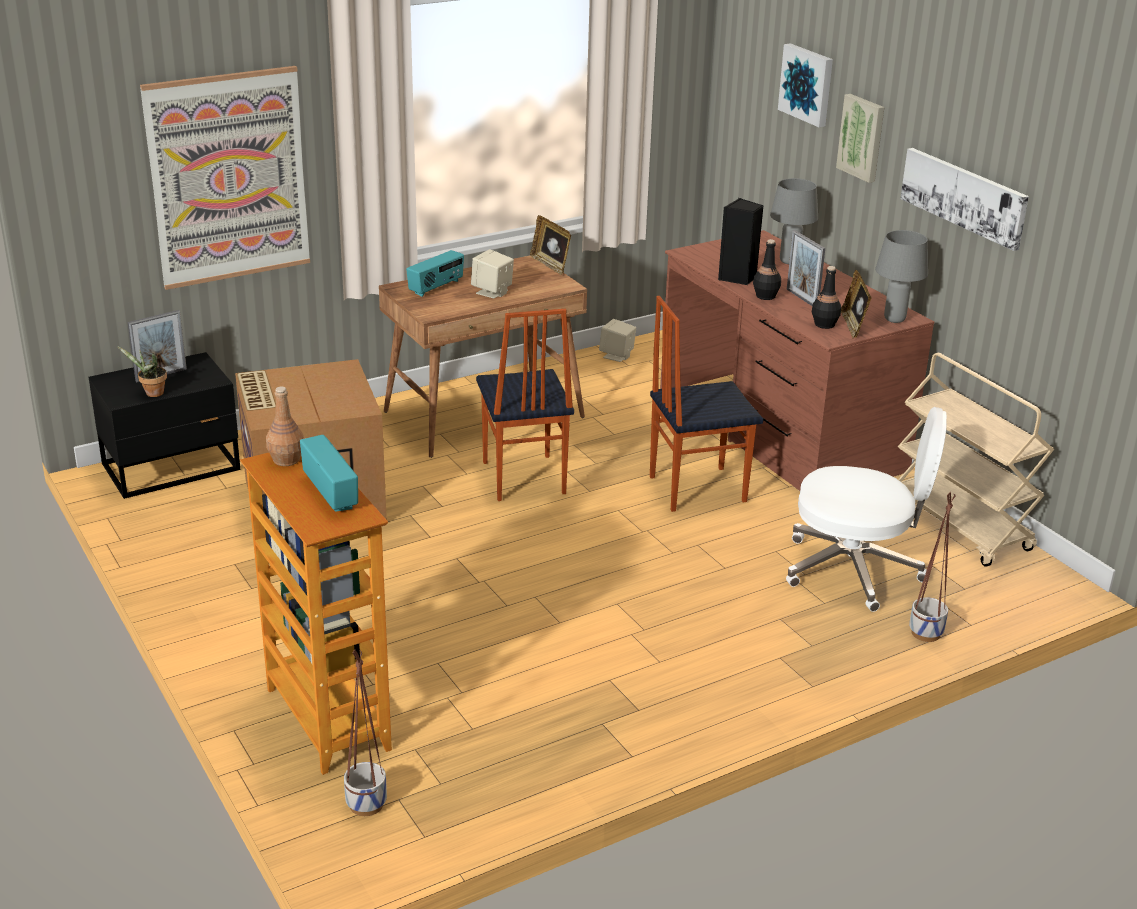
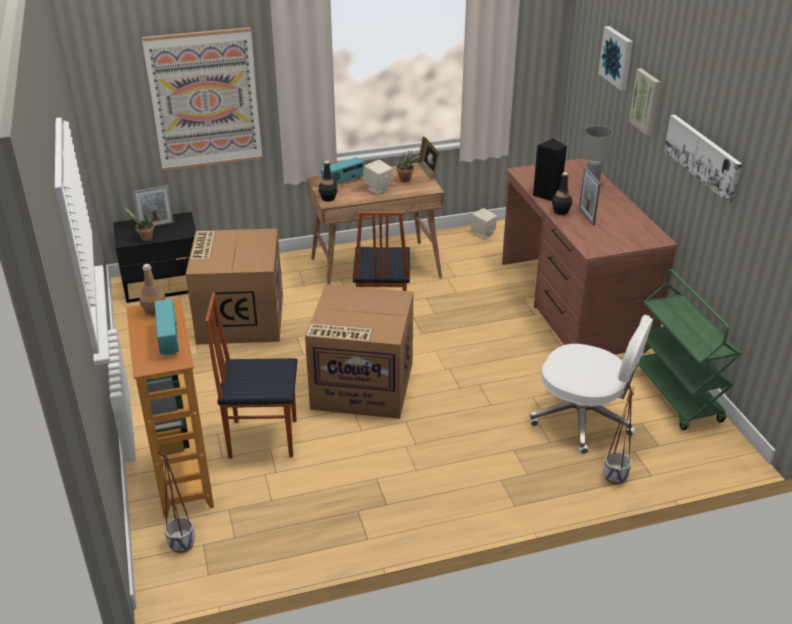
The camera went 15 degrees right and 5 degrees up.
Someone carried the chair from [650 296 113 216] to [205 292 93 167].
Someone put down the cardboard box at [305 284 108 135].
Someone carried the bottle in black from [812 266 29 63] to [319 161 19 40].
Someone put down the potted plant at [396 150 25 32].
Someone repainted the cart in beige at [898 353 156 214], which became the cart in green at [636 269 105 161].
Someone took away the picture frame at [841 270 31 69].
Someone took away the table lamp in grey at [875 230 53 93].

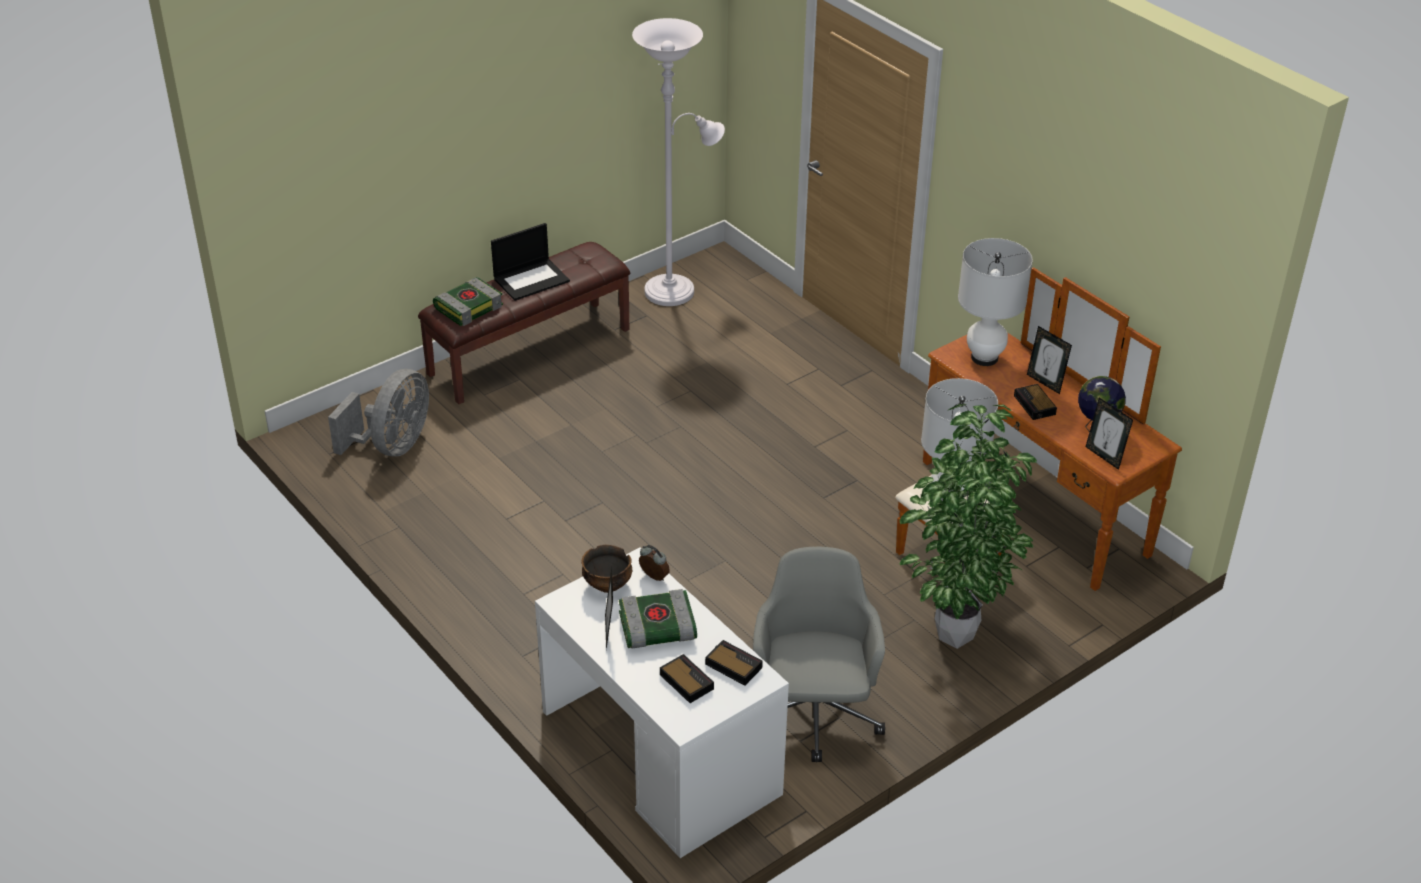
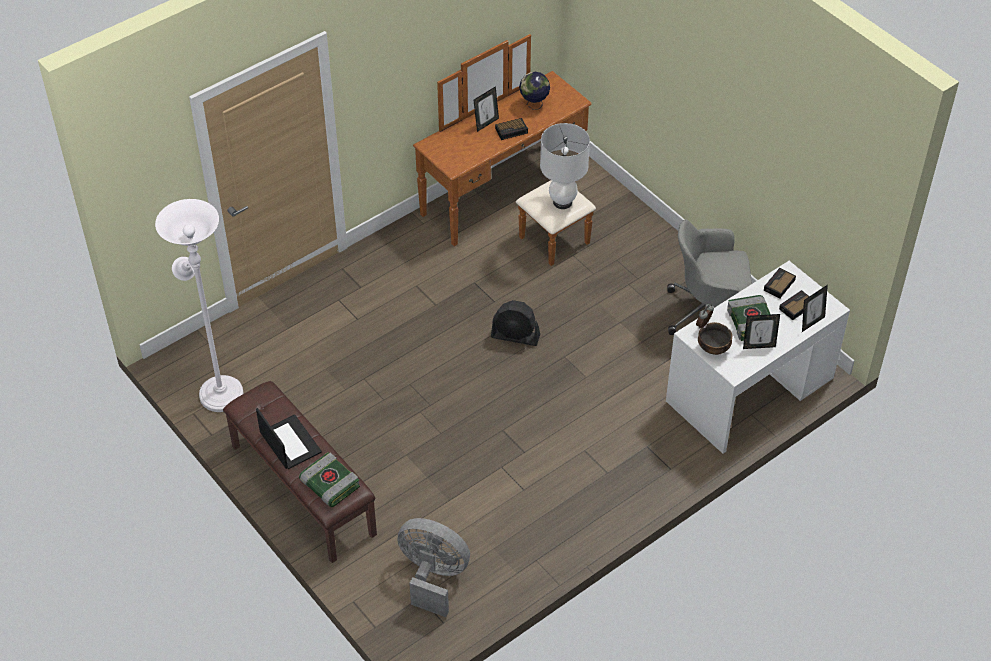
The camera went 90 degrees left and 10 degrees up.
Someone put down the fan in black at [491 300 49 46].
Someone carried the picture frame from [1086 398 47 72] to [802 285 26 47].
Someone took away the potted plant at [899 404 138 245].
Someone took away the table lamp in white at [958 238 75 128].

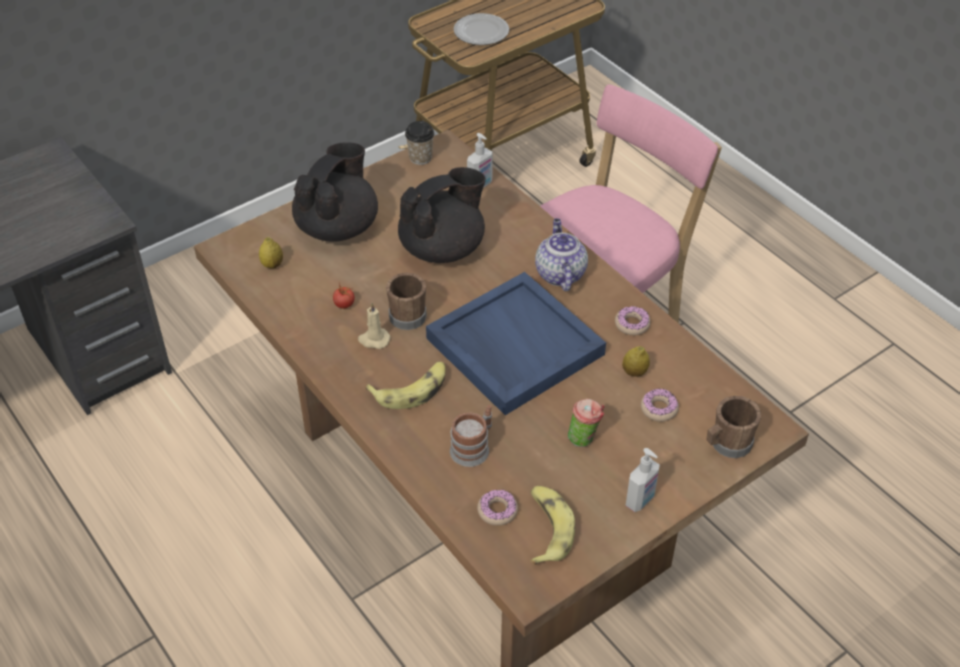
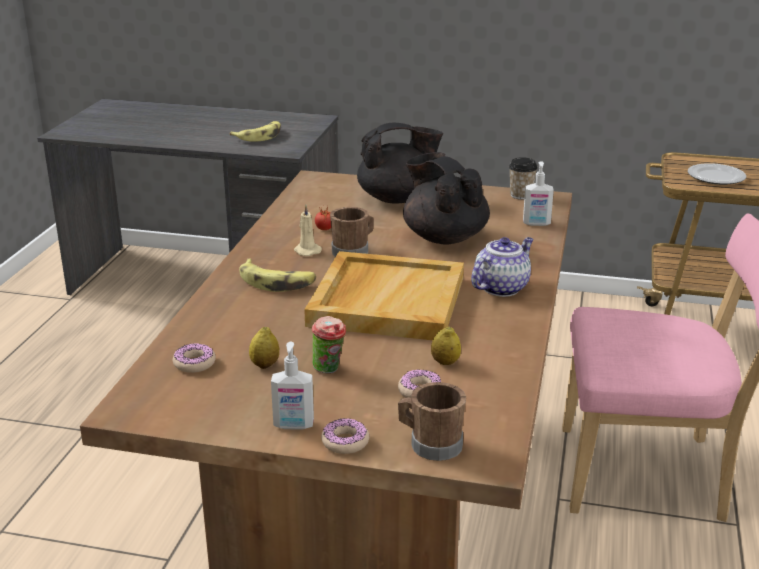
The camera went 50 degrees right and 20 degrees down.
Someone carried the banana from [530 486 45 79] to [230 121 51 21].
Someone carried the lemon from [259 237 24 31] to [249 327 30 42].
Someone repainted the tray in blue at [426 272 180 143], which became the tray in beige at [304 251 160 89].
Someone carried the donut from [615 306 36 29] to [321 418 48 36].
Someone rotated the teapot in black at [398 167 88 96] by 135 degrees counterclockwise.
Someone took away the mug at [450 405 42 62].

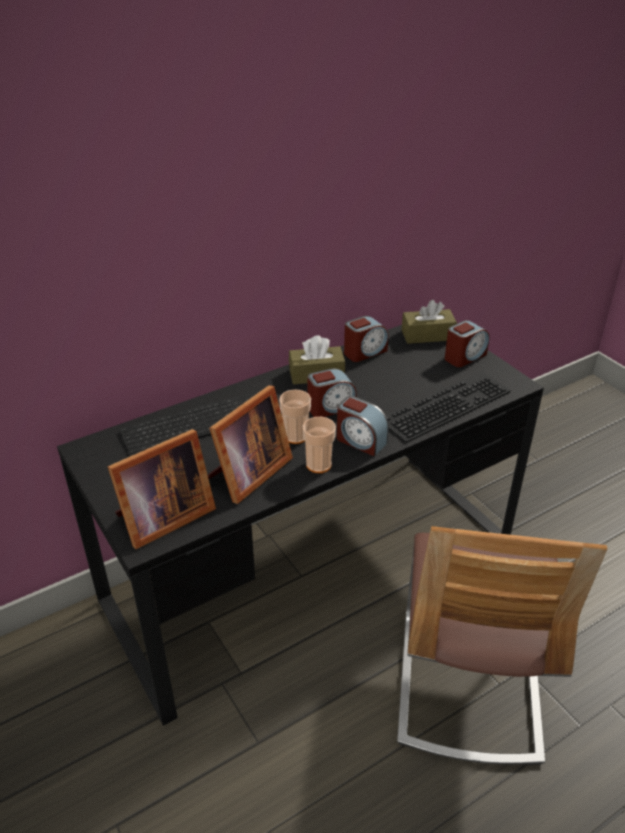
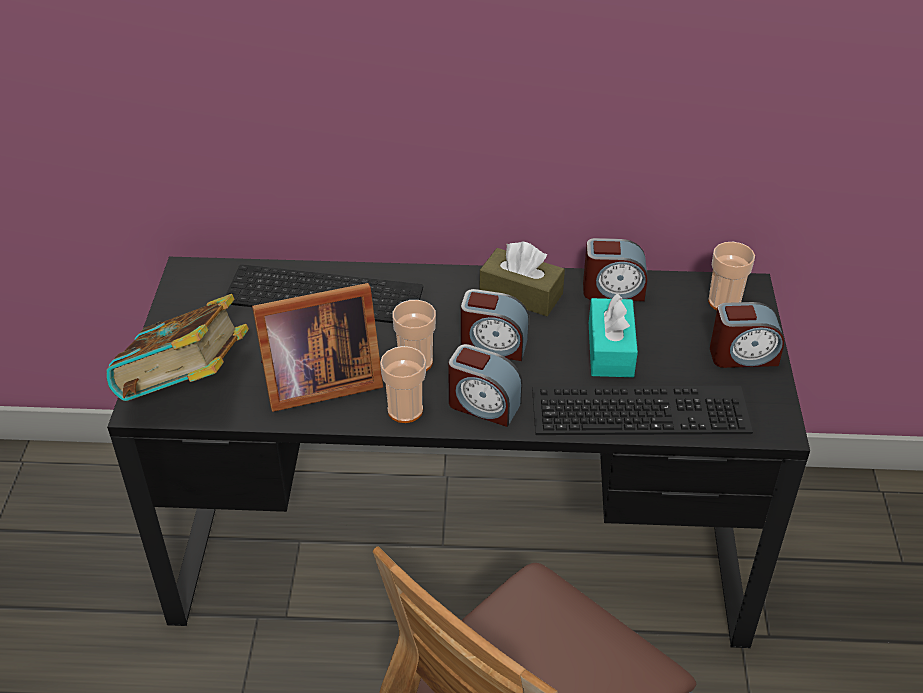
The camera went 35 degrees right and 5 degrees up.
Someone swapped the picture frame at [108 429 108 120] for the book at [106 294 143 107].
Someone rotated the alarm clock at [337 396 52 60] by 45 degrees counterclockwise.
Someone put down the tissue box in turquoise at [589 293 49 84].
Someone swapped the tissue box in brown at [402 300 55 44] for the cup at [708 242 47 68].

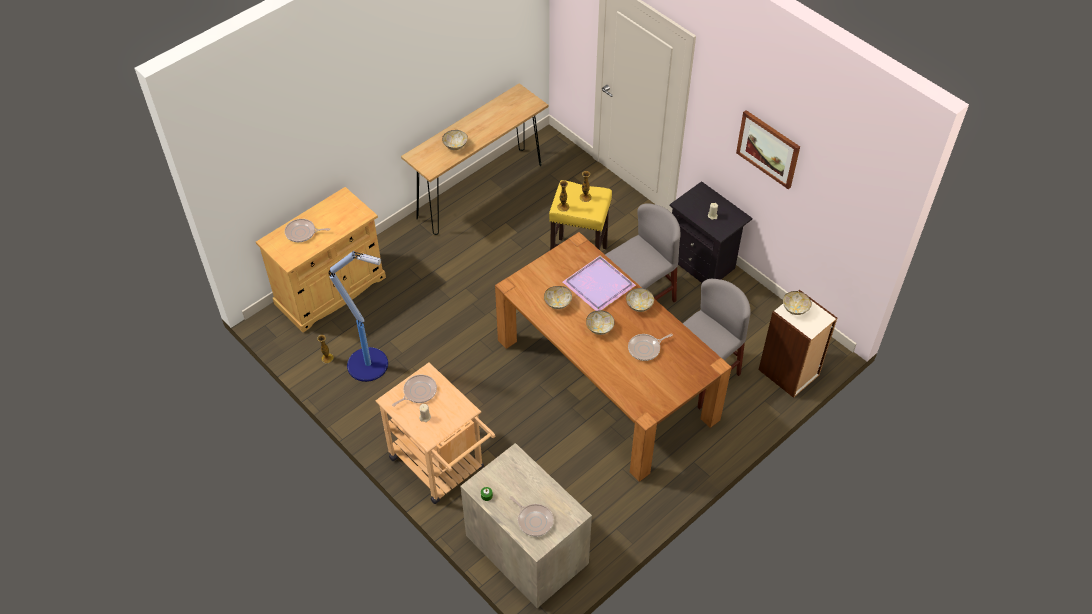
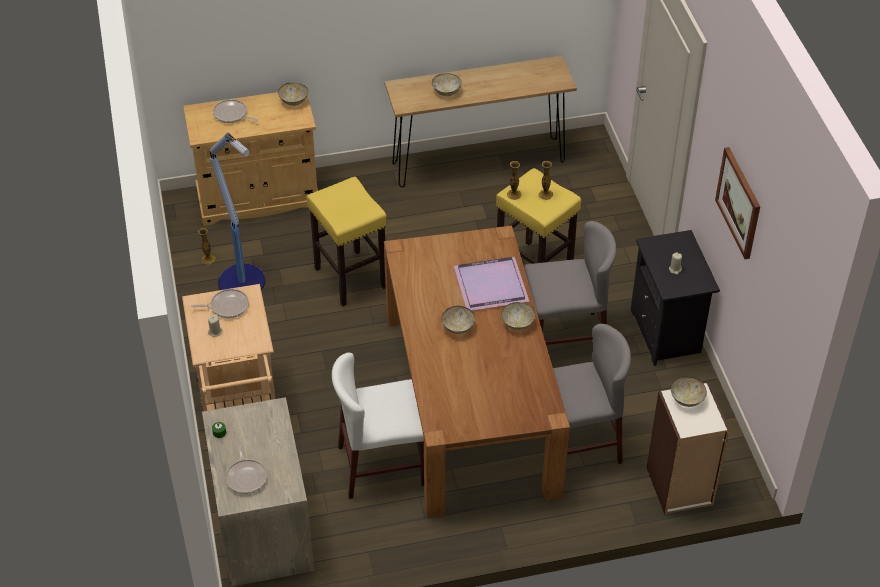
The camera went 30 degrees right and 5 degrees down.
Someone carried the bowl from [544 286 28 23] to [278 83 30 23].
Someone put down the stool in yellow at [307 177 80 129].
Someone put down the chair in white at [332 353 92 146].
Someone took away the frying pan at [628 334 45 27].

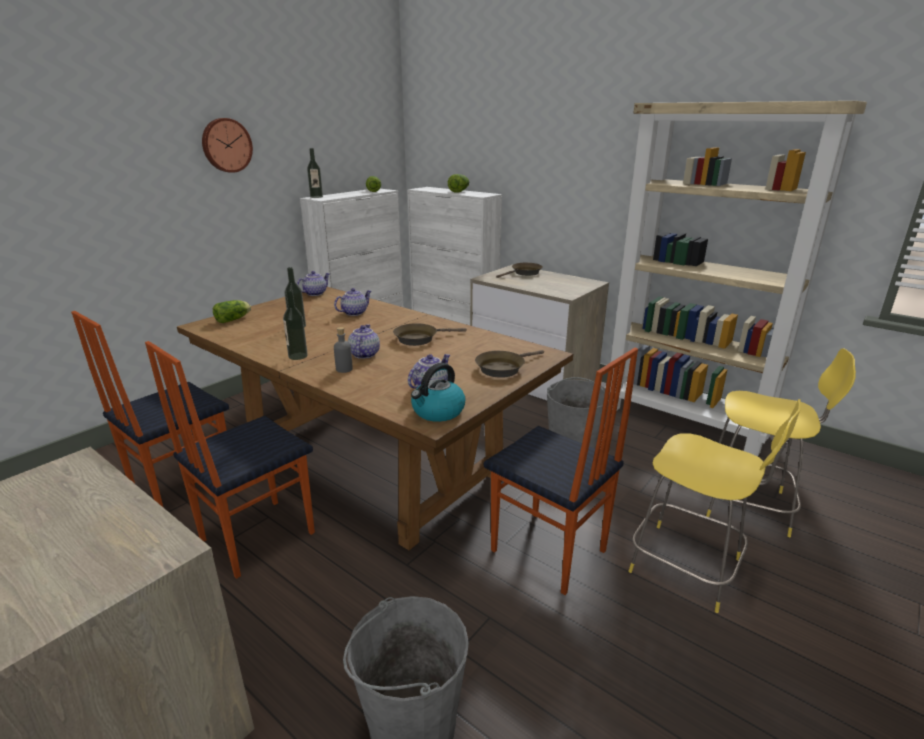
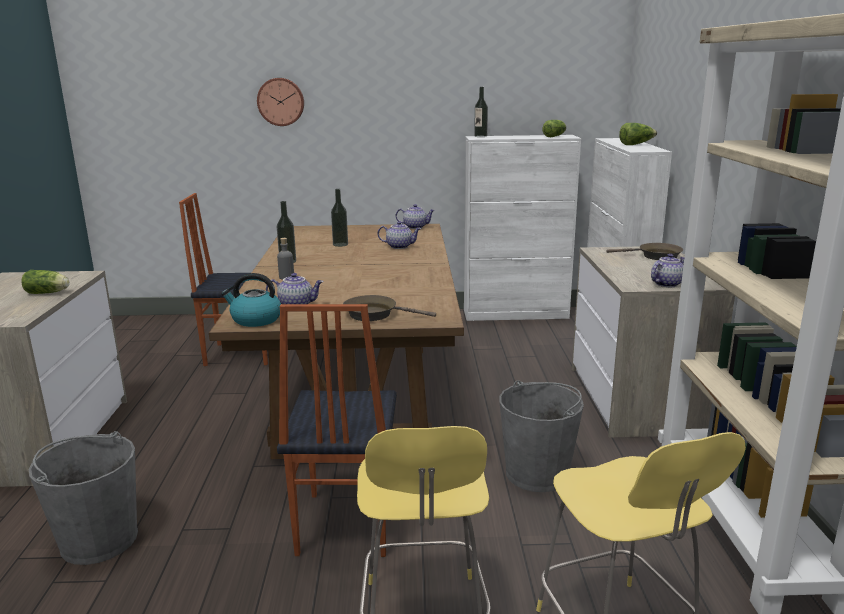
The camera went 50 degrees right and 5 degrees down.
Someone carried the lettuce from [213 300 38 23] to [21 270 49 24].
Someone carried the wall clock from [202 118 51 55] to [257 78 47 48].
Someone carried the teapot from [348 324 32 35] to [651 254 33 33].
Someone took away the chair at [145 341 170 238].
Someone took away the frying pan in brown at [393 323 74 23].

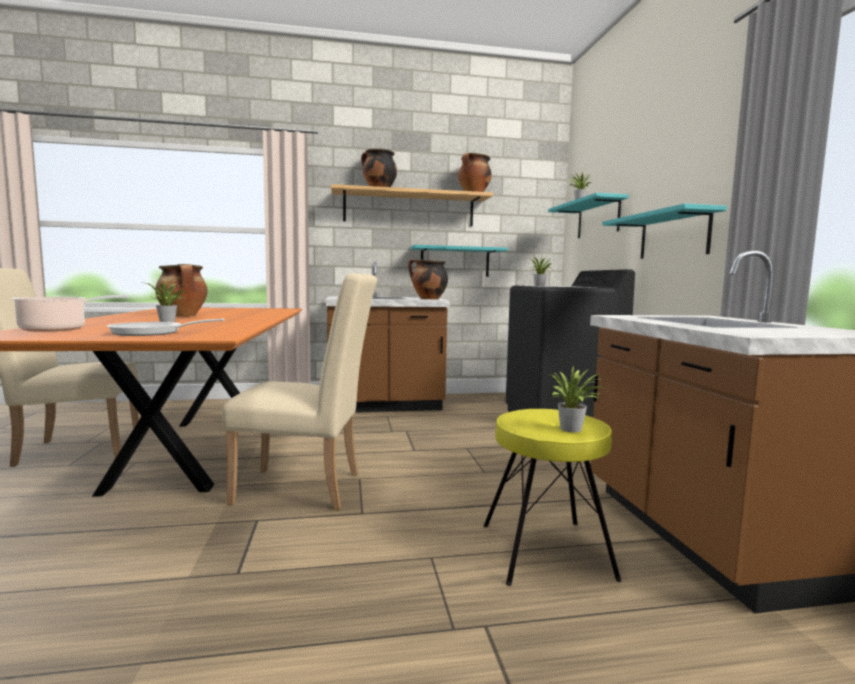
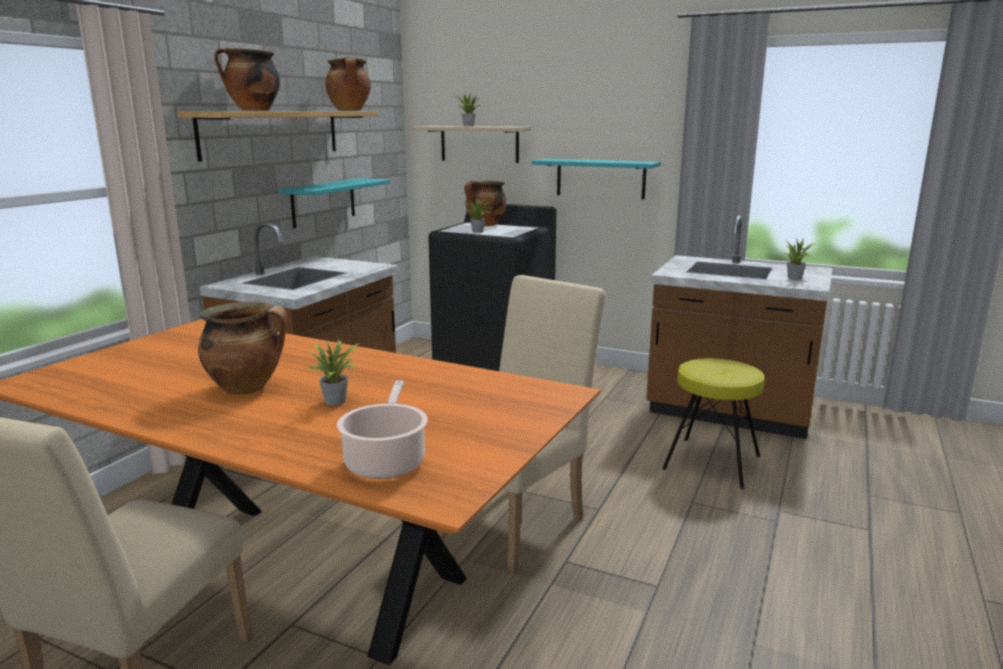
The camera went 55 degrees left and 10 degrees up.
Someone repainted the shelf in turquoise at [548 193 81 45], which became the shelf in beige at [413 126 118 37].
Someone carried the cooking pot from [408 259 40 41] to [464 181 43 45].
Someone carried the potted plant from [550 366 54 67] to [783 238 34 42].
Someone took away the frying pan at [106 319 118 17].

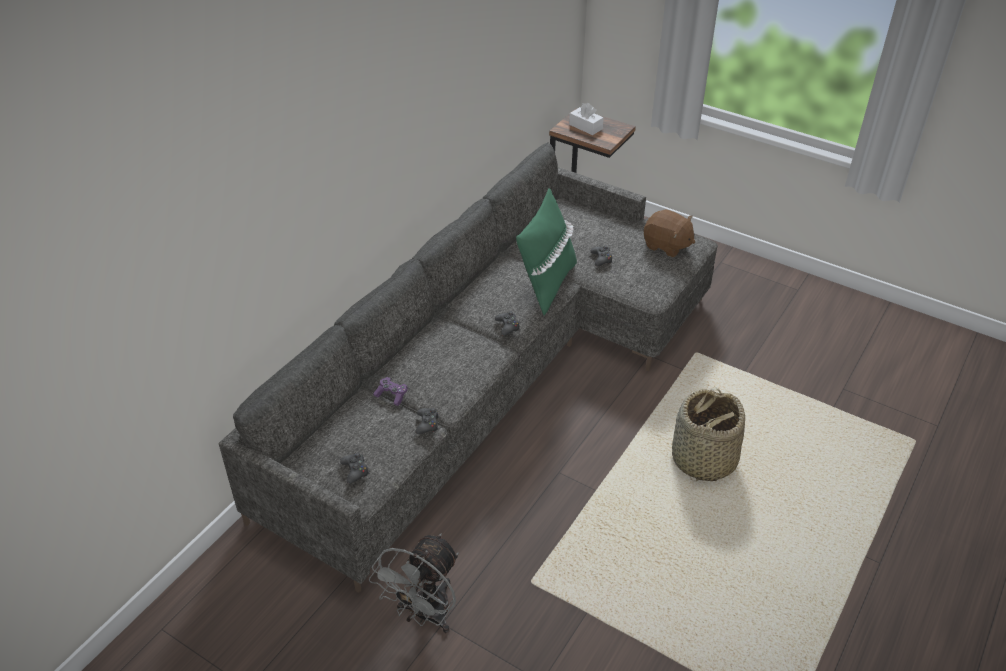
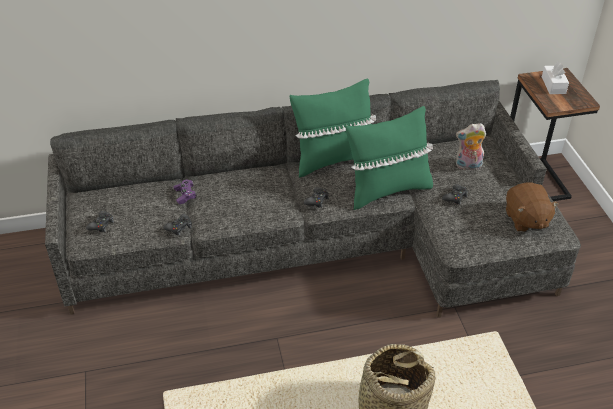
The camera went 45 degrees right and 0 degrees up.
Someone put down the pillow in green at [290 79 86 99].
Someone put down the plush toy at [456 123 30 47].
Someone took away the fan in grey at [369 533 90 101].

